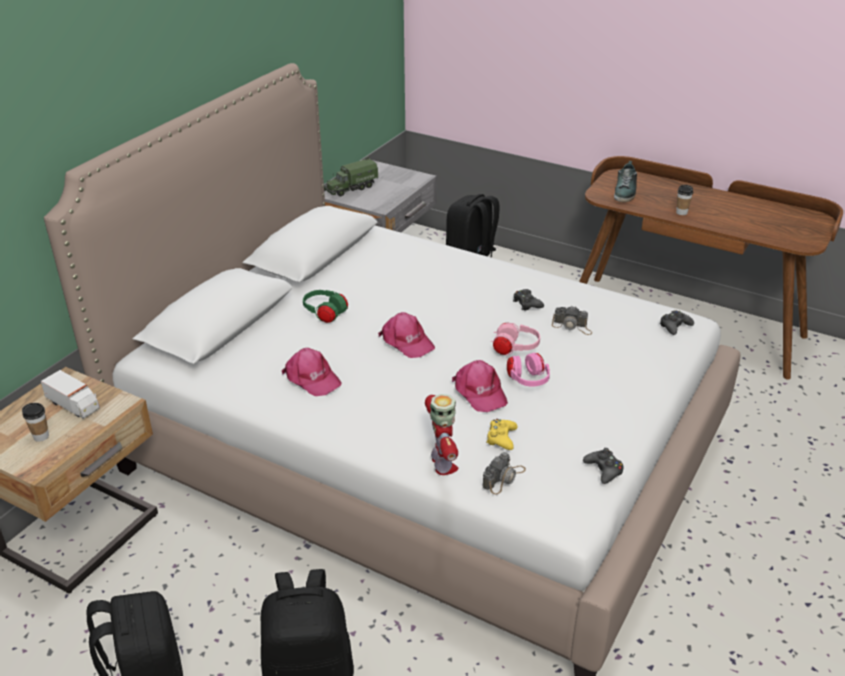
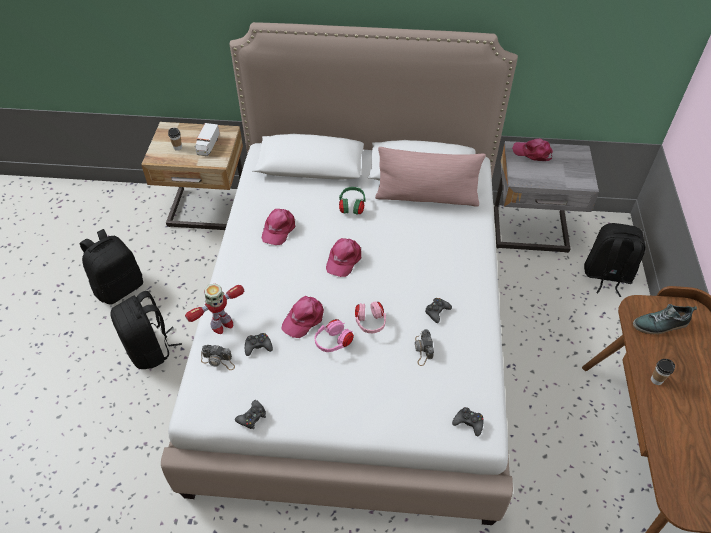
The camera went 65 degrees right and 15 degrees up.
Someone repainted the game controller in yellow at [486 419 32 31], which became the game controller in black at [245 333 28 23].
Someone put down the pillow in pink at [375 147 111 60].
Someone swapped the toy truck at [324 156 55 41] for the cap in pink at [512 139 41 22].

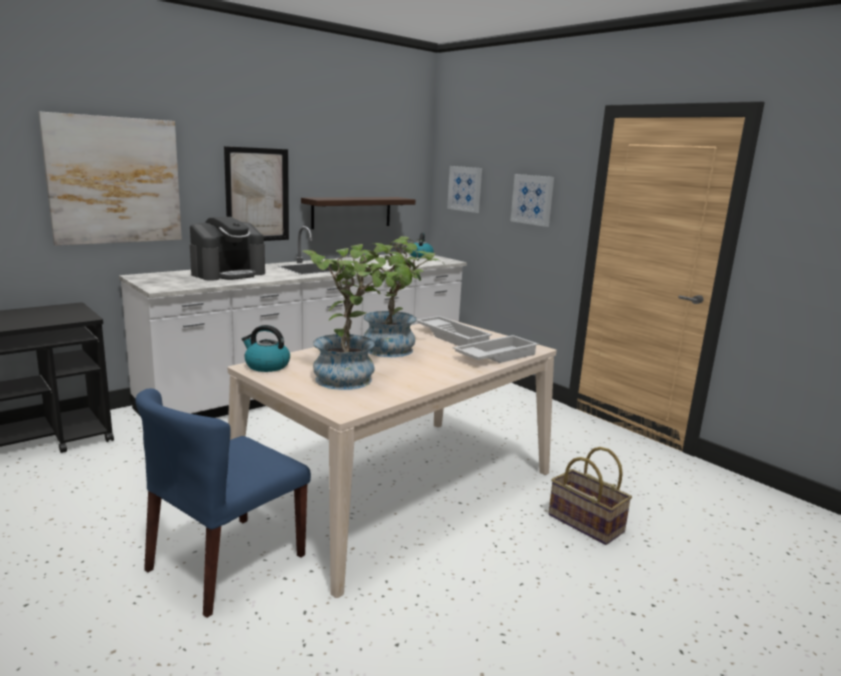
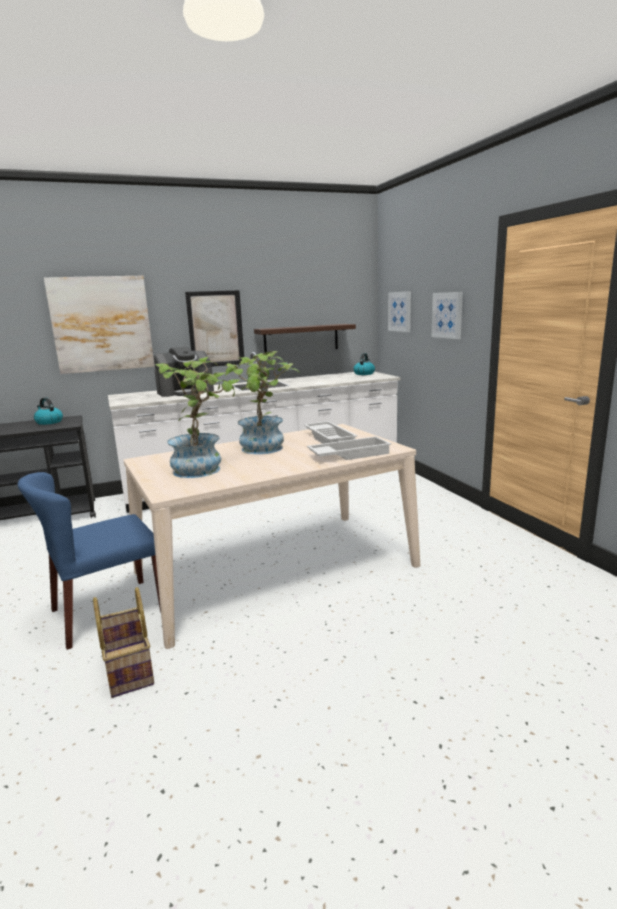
The camera went 20 degrees right and 0 degrees up.
Someone carried the kettle from [242 325 48 47] to [34 397 29 28].
Someone carried the basket from [548 447 84 98] to [93 587 61 111].

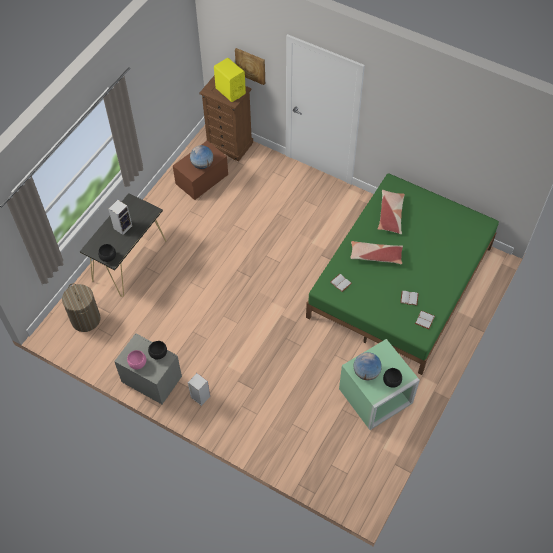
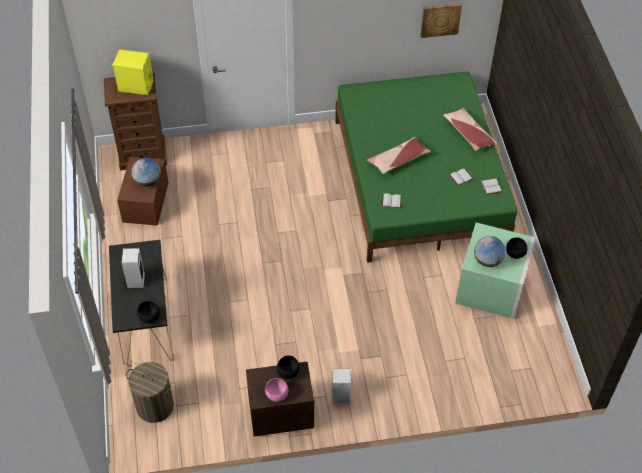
The camera went 40 degrees left and 5 degrees down.
Someone repainted the nightstand in grey at [114 333 68 71], which became the nightstand in brown at [246 362 68 75].
Someone carried the picture from [235 48 30 37] to [420 3 42 35].
Someone carried the pillow from [378 190 27 44] to [443 108 54 43].

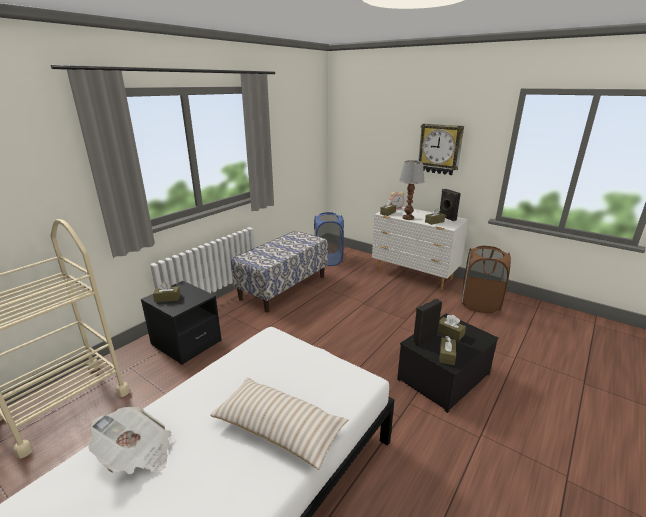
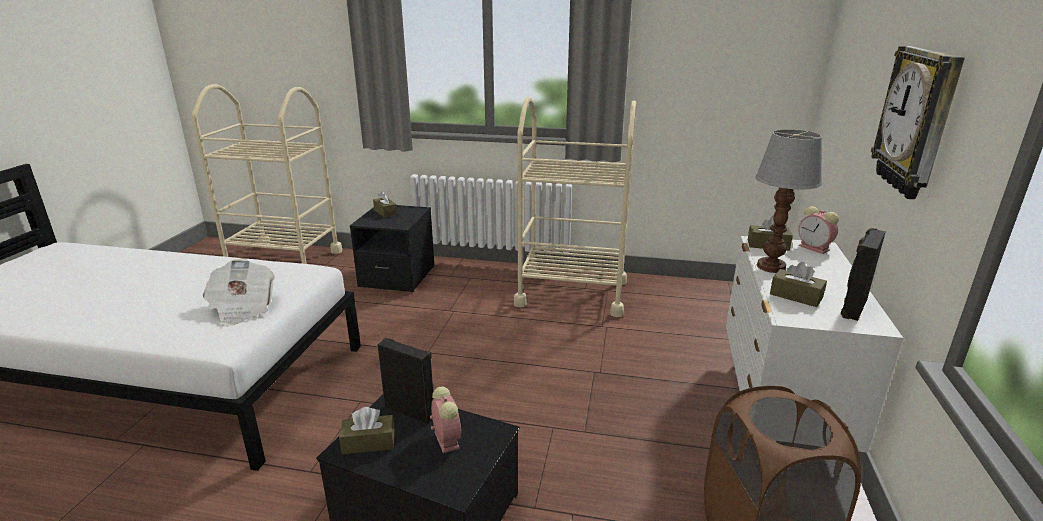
The camera went 65 degrees right and 0 degrees up.
Someone carried the newspaper from [88 407 83 67] to [203 259 72 67].
Someone swapped the tissue box in brown at [438 315 28 26] for the alarm clock at [430 386 31 67].
Someone swapped the bench at [231 231 97 81] for the cart in beige at [514 97 122 220].
Someone took away the pillow in beige at [210 377 138 93].
Someone took away the laundry basket in blue at [314 212 30 54].

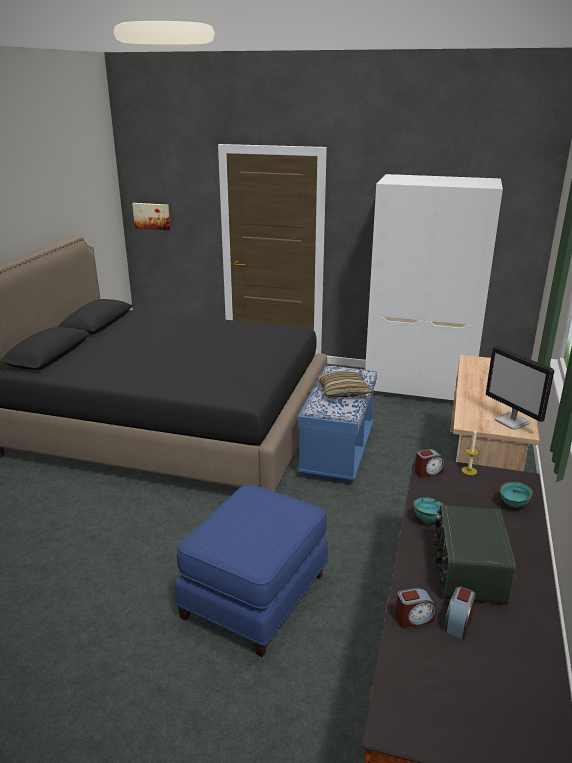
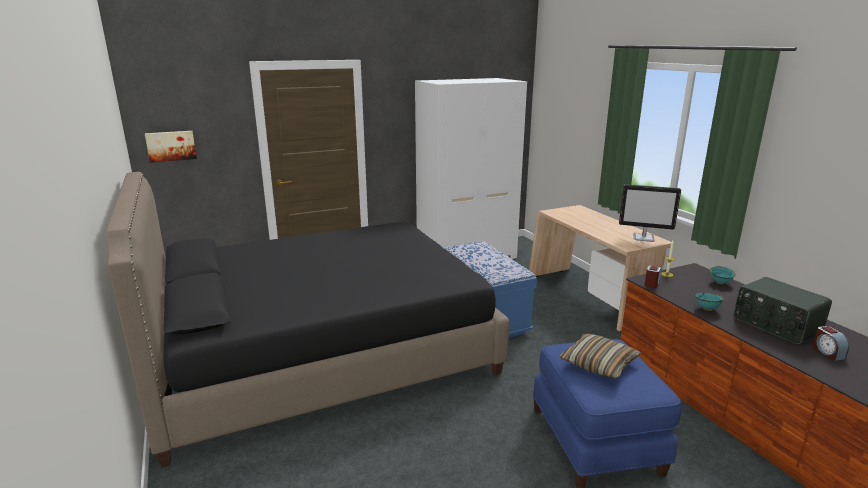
The camera went 40 degrees left and 5 degrees down.
Someone carried the pillow from [316 371 56 26] to [560 334 81 45].
Someone took away the alarm clock at [395 588 41 40].

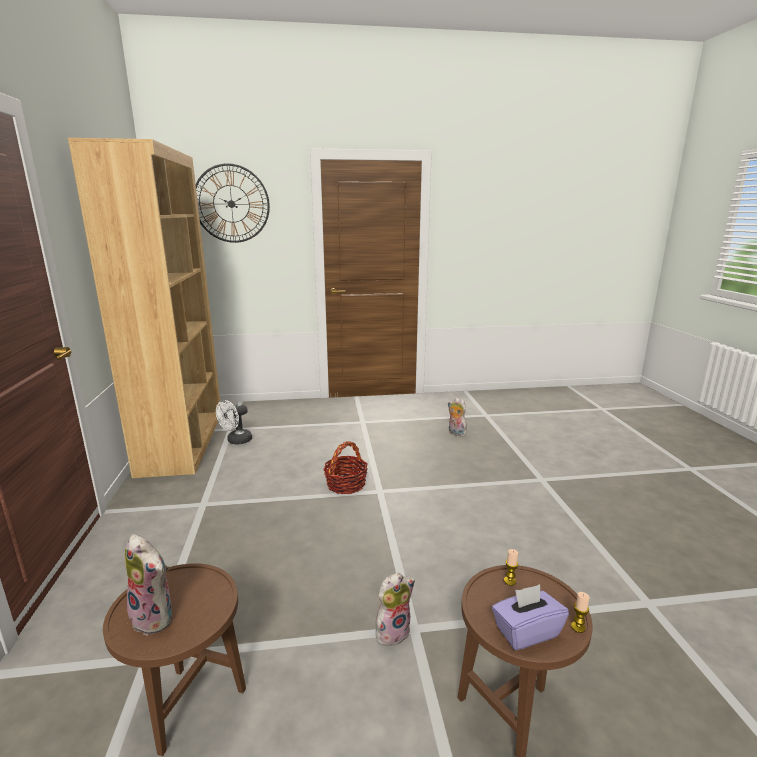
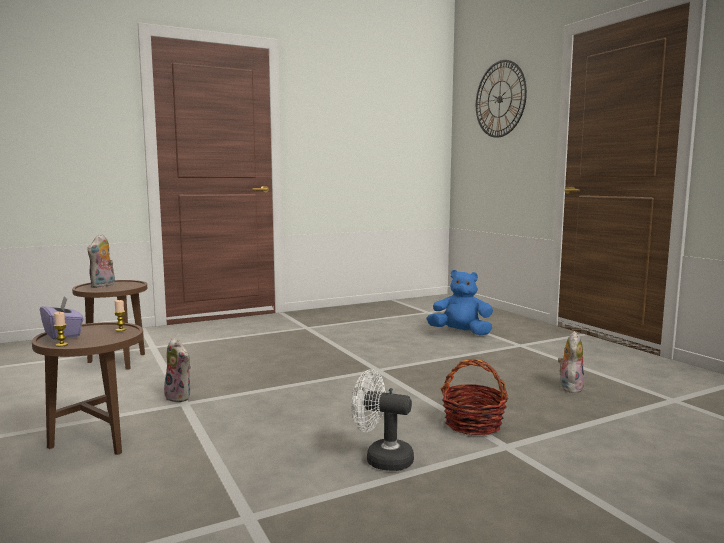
The camera went 70 degrees right and 10 degrees down.
Someone carried the fan in white from [216 400 36 44] to [351 369 63 102].
Someone put down the plush toy in blue at [426 270 67 65].
Someone carried the basket from [323 441 45 53] to [441 359 67 77].
Someone took away the bookcase in brown at [68 138 153 340].

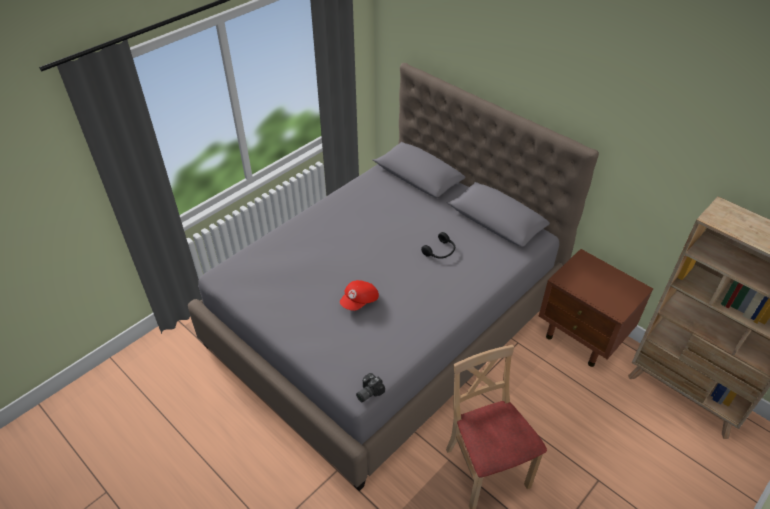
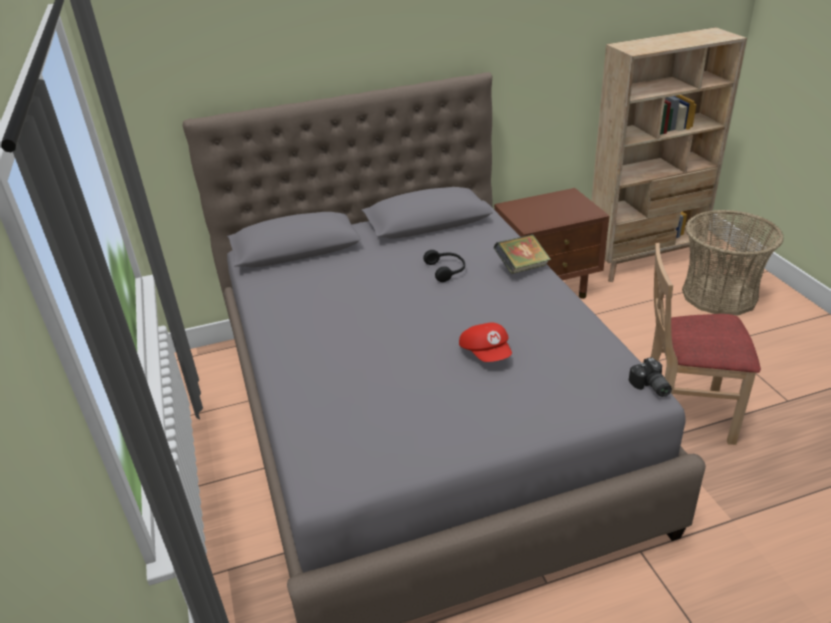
The camera went 60 degrees left and 10 degrees down.
Someone put down the book at [493 234 58 40].
Someone put down the basket at [682 210 102 105].

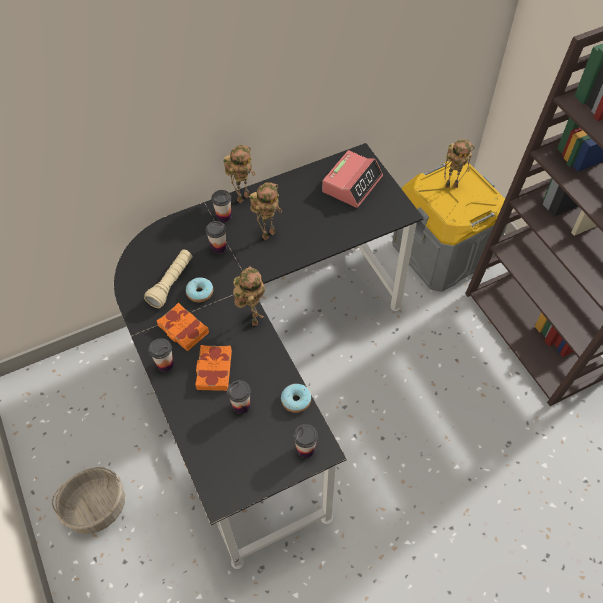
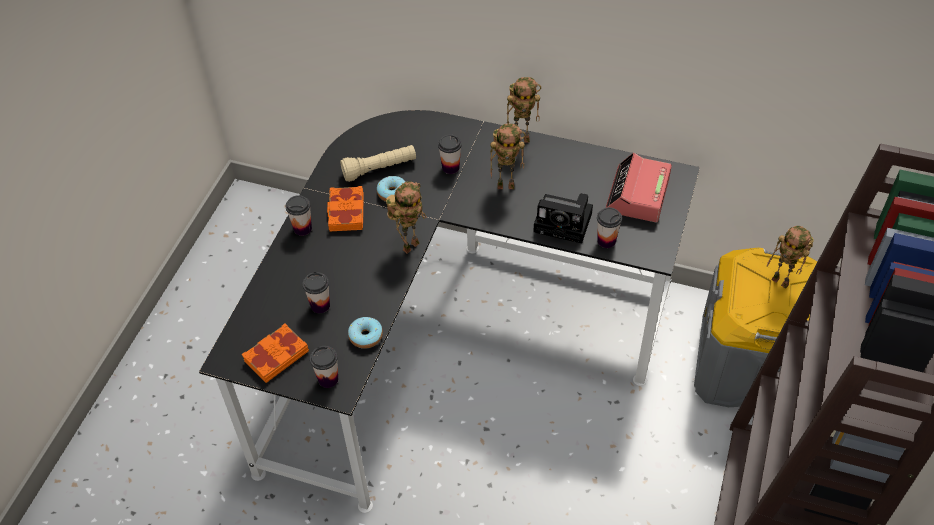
The camera went 45 degrees right and 5 degrees down.
Someone carried the book in orange from [196 345 36 46] to [242 323 67 60].
Someone put down the photo camera at [533 193 60 51].
Someone carried the cup from [211 190 20 32] to [597 207 25 41].
Someone rotated the alarm clock at [322 150 61 58] by 120 degrees clockwise.
Someone took away the basket at [52 467 73 67].

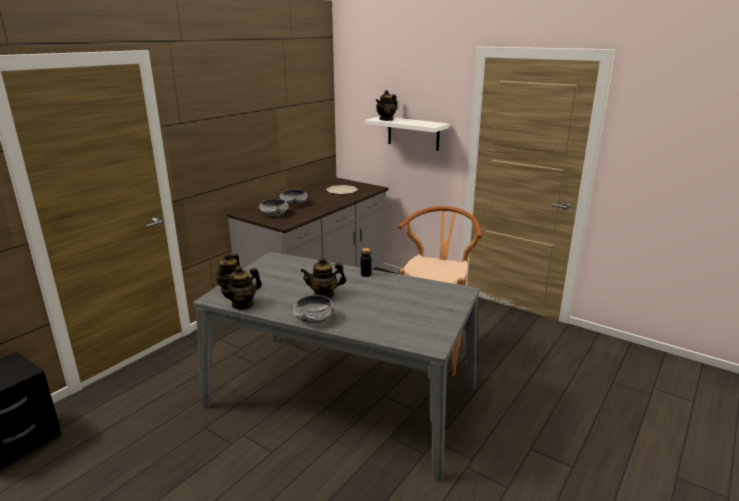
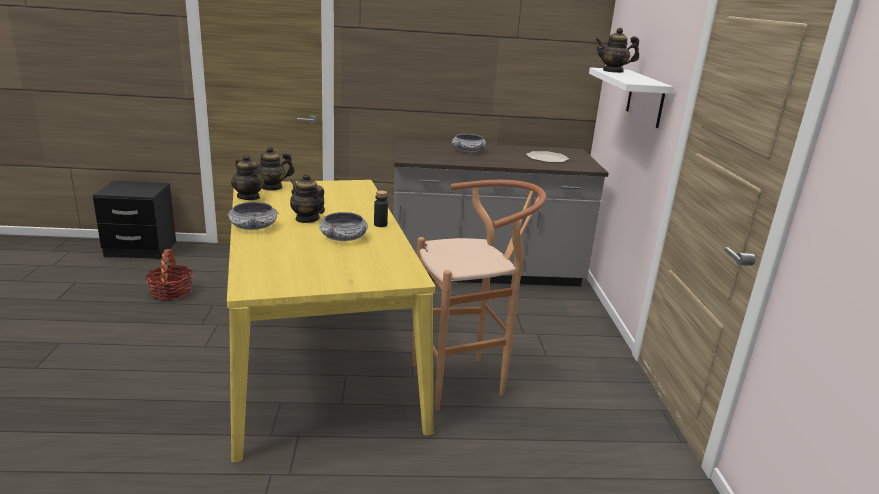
The camera went 50 degrees right and 0 degrees up.
Someone put down the basket at [145 249 48 52].
Someone repainted the dining table in grey at [193 252 287 230], which became the dining table in yellow at [227 180 208 282].
Someone rotated the teapot at [219 266 43 44] by 135 degrees counterclockwise.
Someone carried the bowl from [258 199 31 17] to [319 212 49 29].

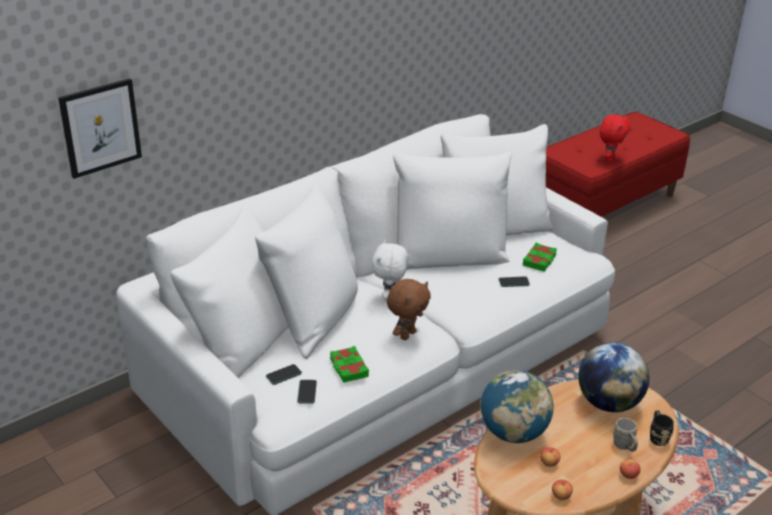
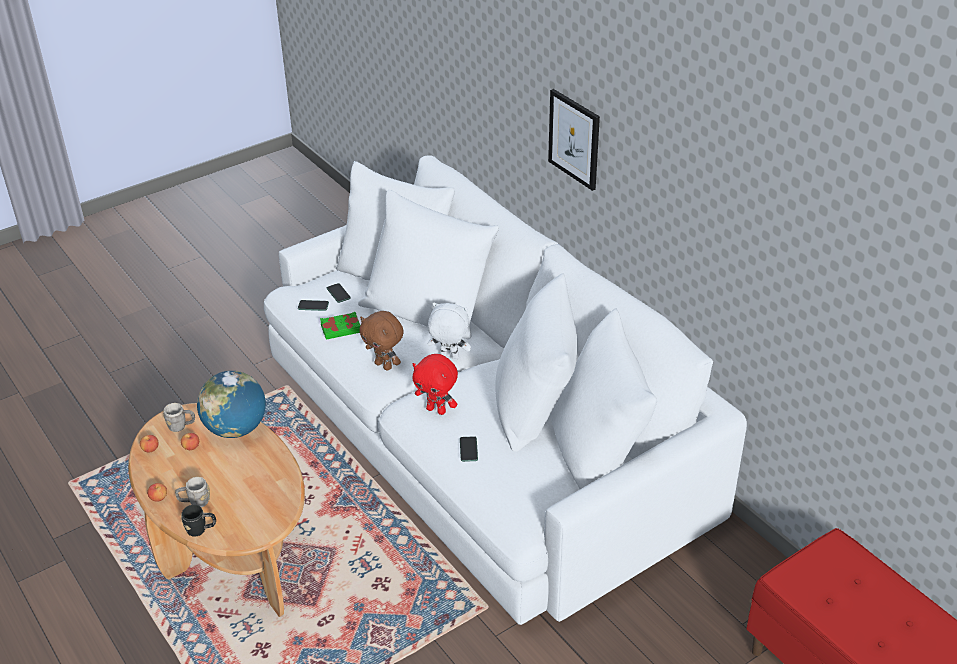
The camera went 95 degrees right and 5 degrees up.
Someone put down the mug in grey at [163 403 32 29].
Someone carried the plush toy in red from [600 114 30 49] to [413 354 45 61].
Someone carried the picture from [58 78 84 101] to [548 89 52 102].
Someone took away the book in green at [523 243 34 29].
Someone took away the globe at [579 342 70 70].

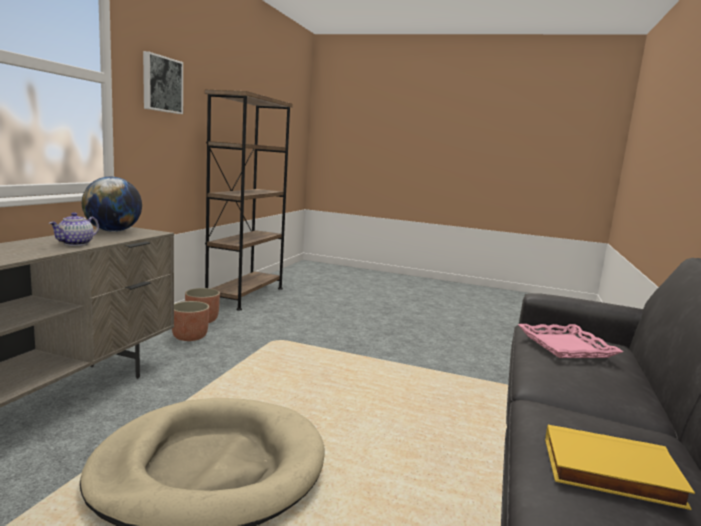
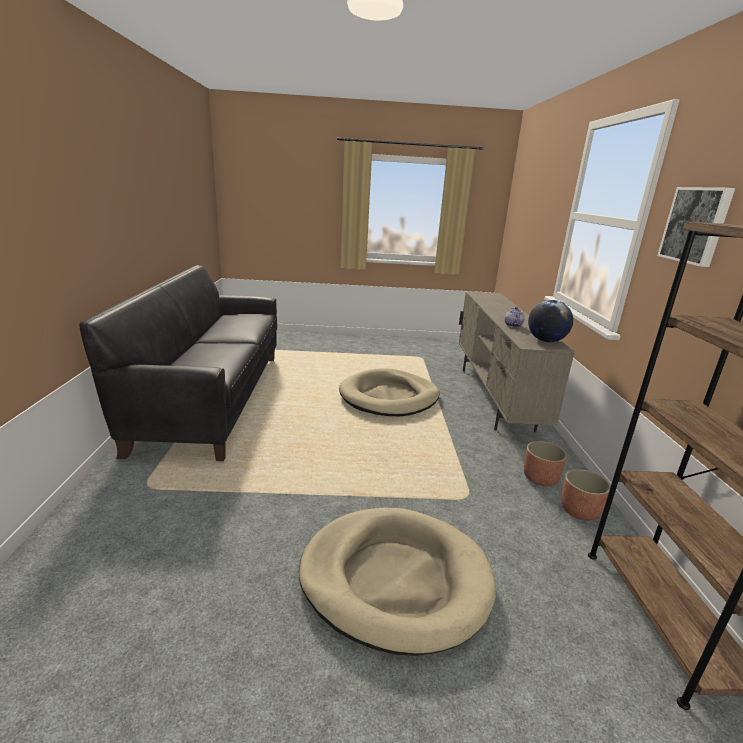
The camera went 160 degrees right and 10 degrees up.
Someone put down the dog bed in beige at [299 507 197 149].
Someone took away the tray in pink at [518 324 105 34].
Someone took away the book in yellow at [545 425 150 85].

